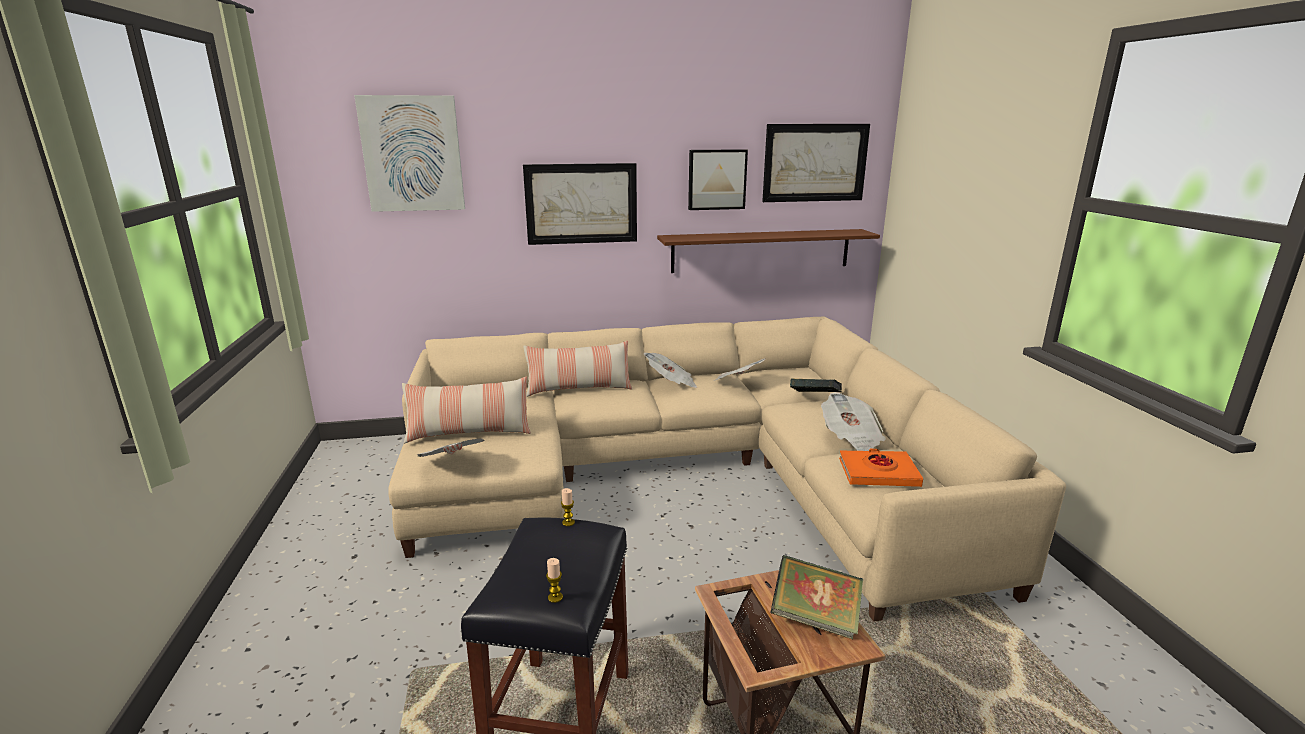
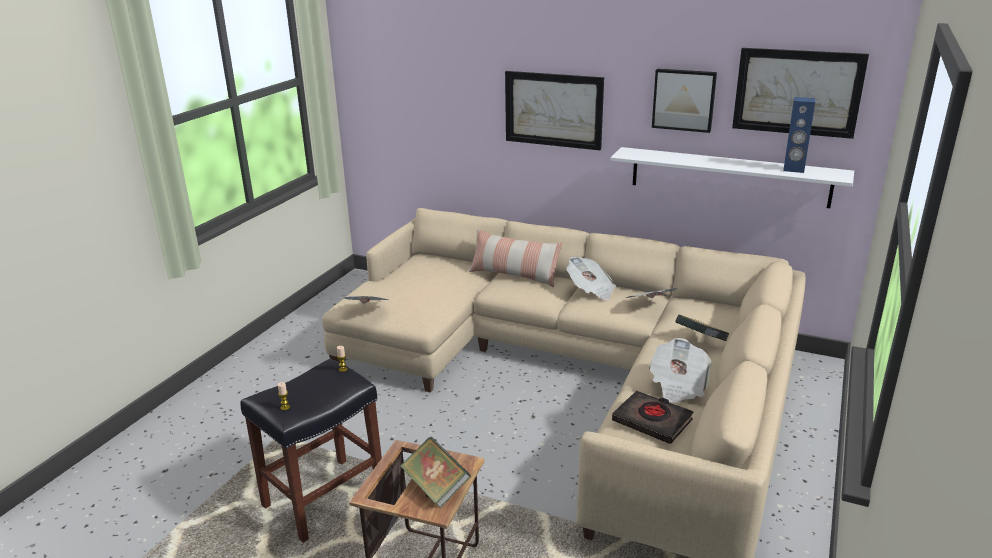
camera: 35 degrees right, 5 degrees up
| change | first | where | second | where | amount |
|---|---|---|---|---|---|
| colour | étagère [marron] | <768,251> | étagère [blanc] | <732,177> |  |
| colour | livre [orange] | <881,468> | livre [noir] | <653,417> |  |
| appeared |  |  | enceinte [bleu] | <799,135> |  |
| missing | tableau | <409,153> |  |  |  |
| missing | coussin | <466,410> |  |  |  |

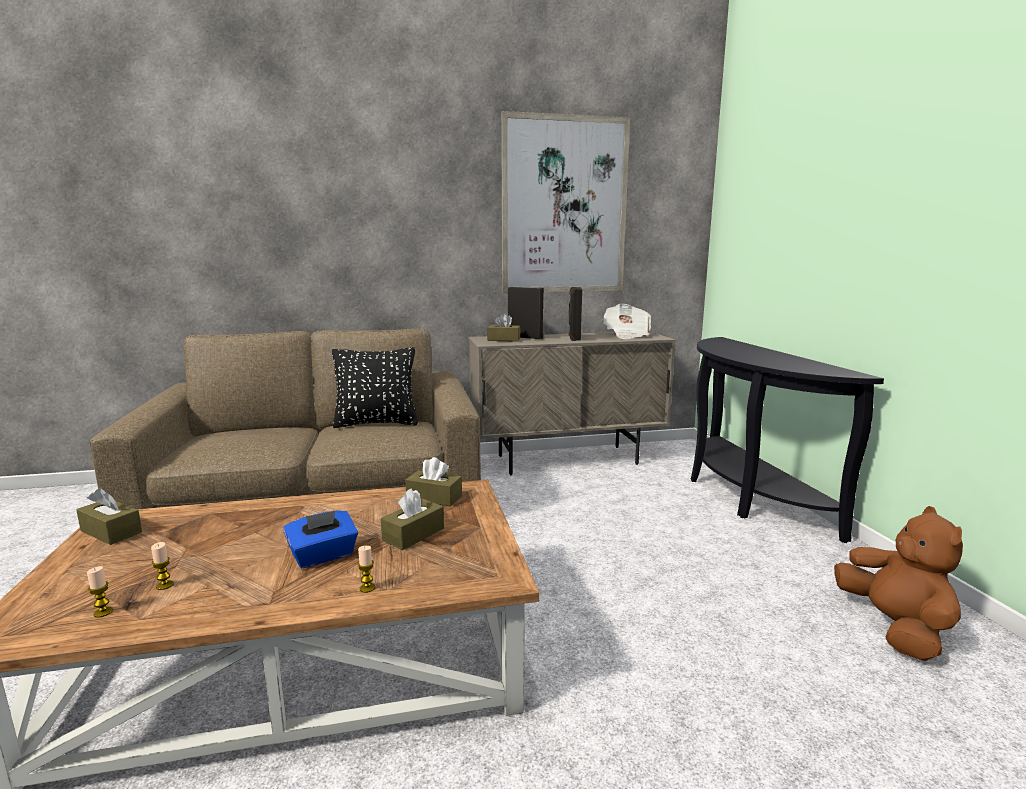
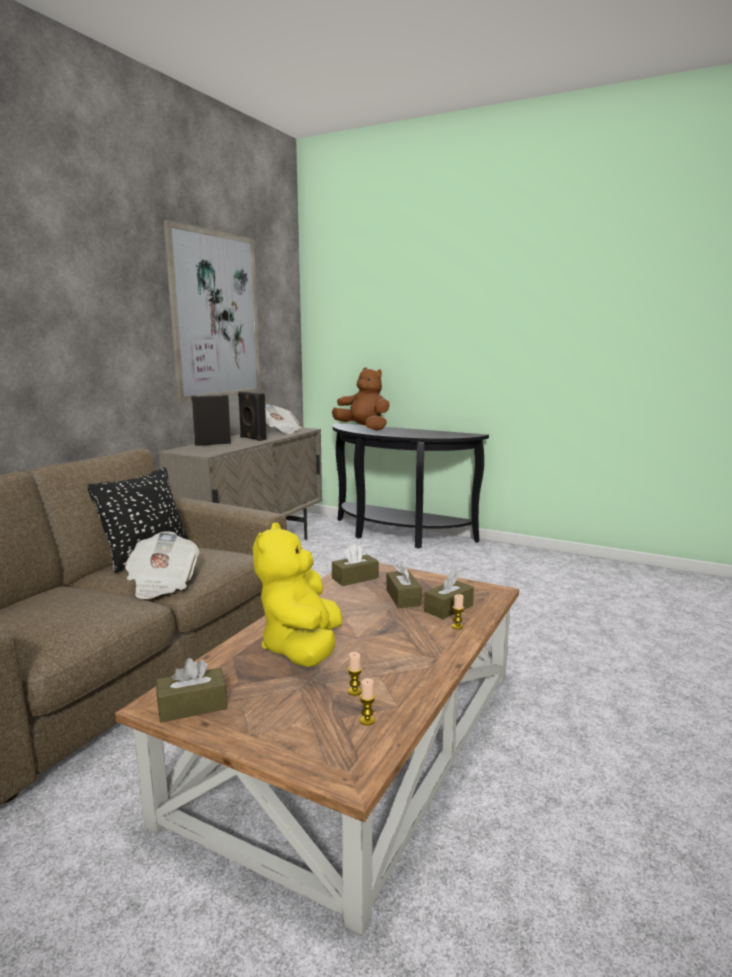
camera: 50 degrees left, 0 degrees up
| change | first | where | second | where | amount |
|---|---|---|---|---|---|
| appeared |  |  | journal | <162,565> |  |
| appeared |  |  | peluche [jaune] | <298,594> |  |
| relocated | peluche [marron] | <898,583> |  | <361,399> |  |
| relocated | boîte à mouchoirs [marron] | <504,327> |  | <449,595> |  |
| missing | boîte à mouchoirs [bleu] | <320,539> |  |  |  |

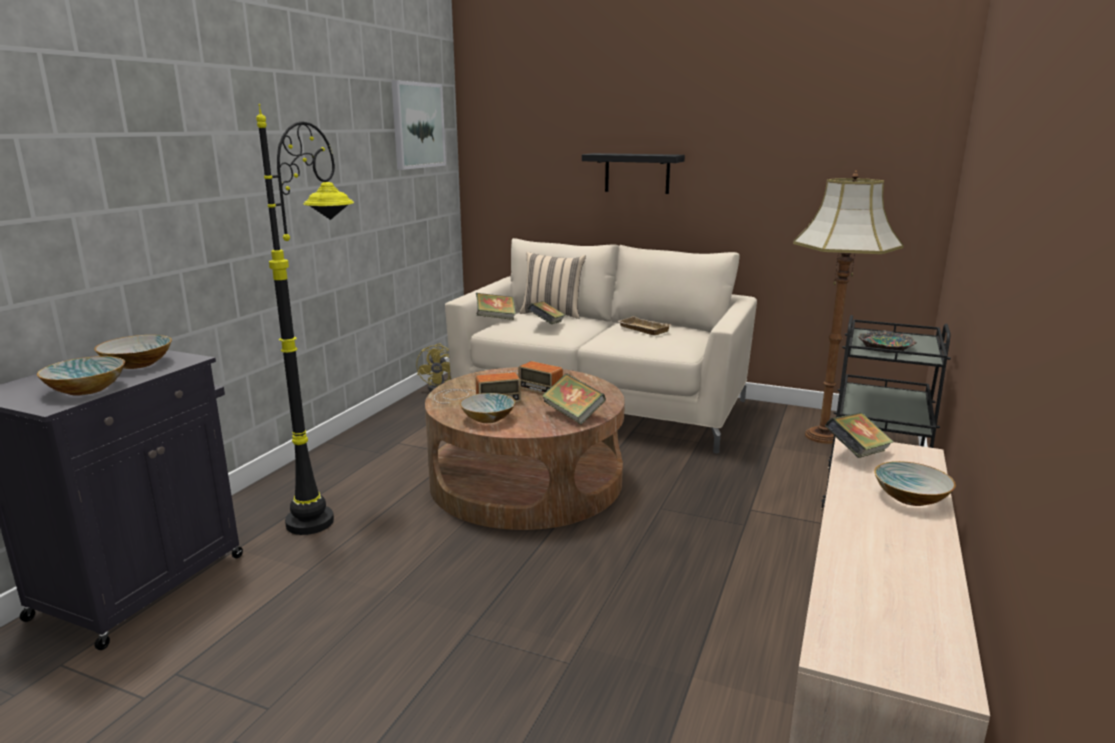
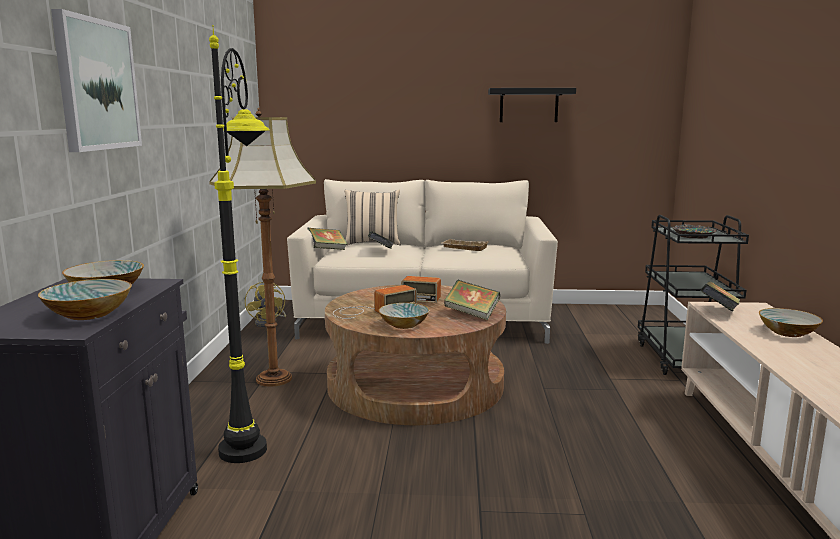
camera: 20 degrees left, 5 degrees down
| change | first | where | second | where | amount |
|---|---|---|---|---|---|
| relocated | tableau | <418,125> |  | <96,80> |  |
| relocated | lampadaire | <848,307> |  | <262,247> |  |
| relocated | étagère [noir] | <633,173> |  | <532,105> |  |

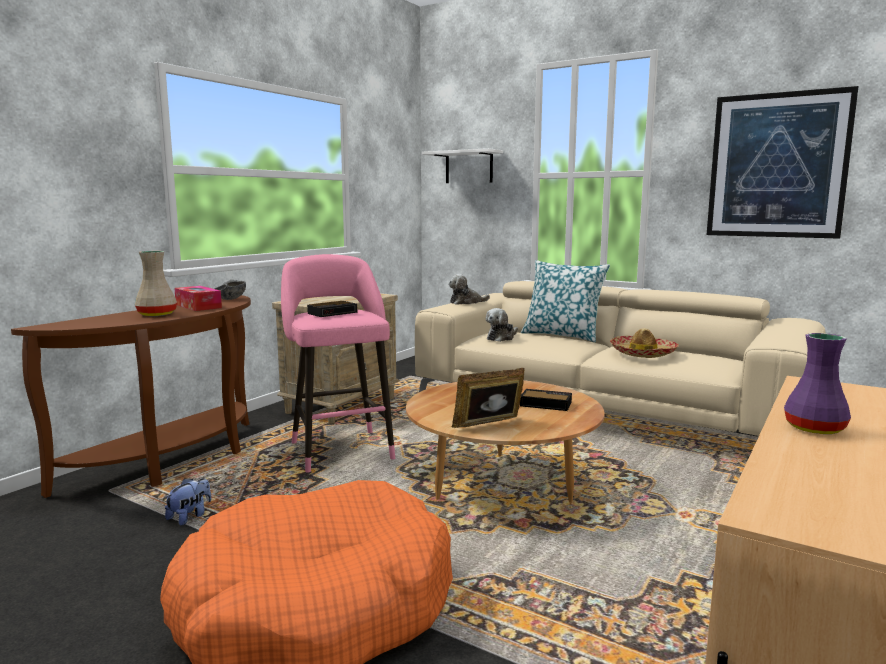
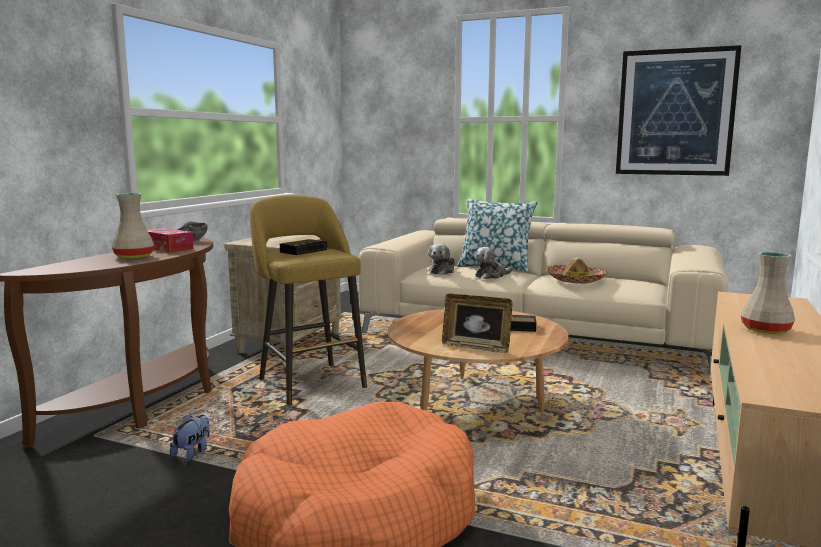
camera: 10 degrees left, 0 degrees up
| change | first | where | second | where | amount |
|---|---|---|---|---|---|
| colour | tabouret [rose] | <338,363> | tabouret [jaune] | <308,300> |  |
| spun | cadre photo | <488,398> |  | <477,323> | 120 degrees counterclockwise |
| relocated | peluche | <469,289> |  | <494,263> |  |
| colour | vase [violet] | <817,383> | vase [beige] | <768,293> |  |
| missing | étagère [blanc] | <462,165> |  |  |  |

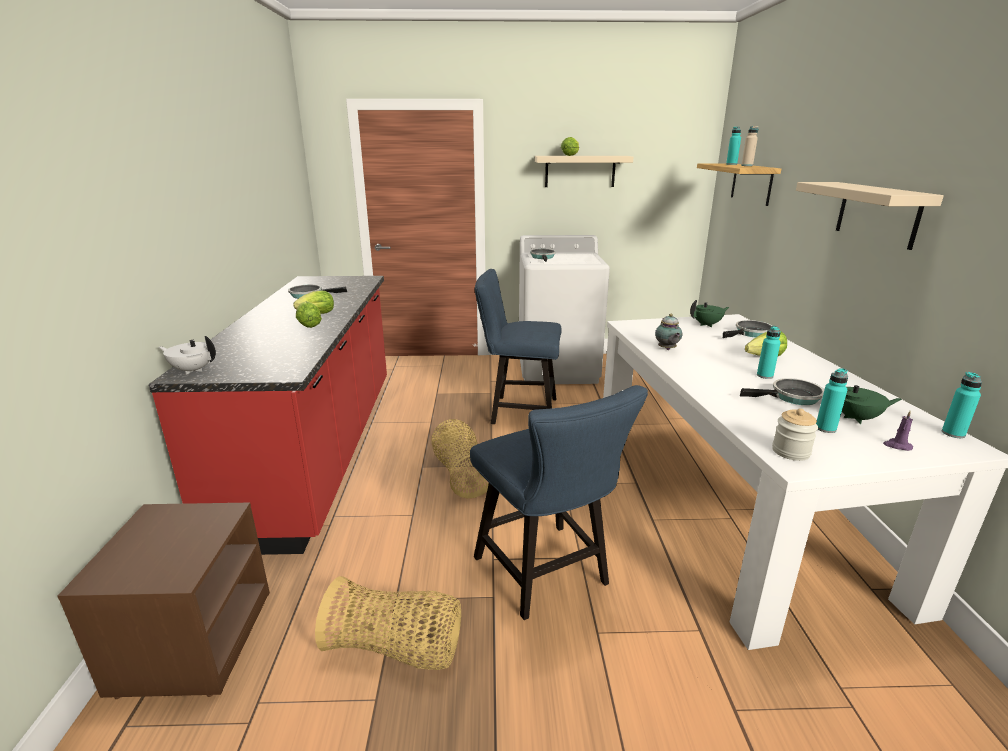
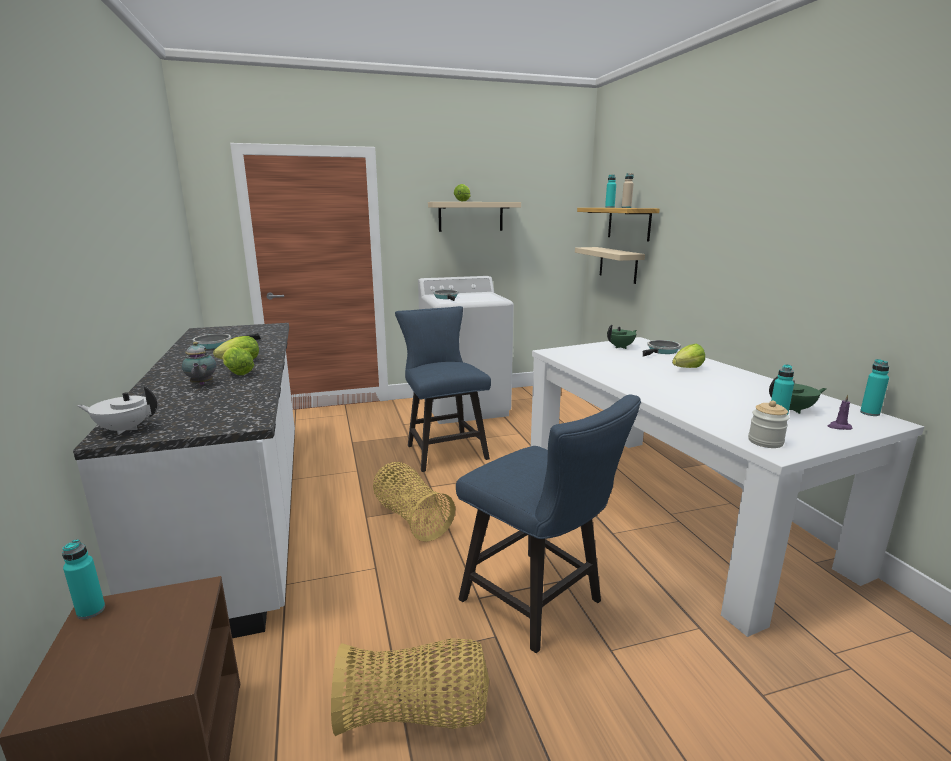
camera: 15 degrees left, 5 degrees down
| change | first | where | second | where | amount |
|---|---|---|---|---|---|
| relocated | bouteille [turquoise] | <769,352> |  | <83,579> |  |
| colour | comptoir de cuisine [rouge] | <268,415> | comptoir de cuisine [blanc] | <184,480> |  |
| relocated | théière | <668,332> |  | <199,363> |  |
| spun | chaise [bleu] | <518,346> |  | <443,389> | 75 degrees clockwise |
| relocated | étagère [beige] | <870,216> |  | <610,265> |  |
| missing | poêle | <782,391> |  |  |  |

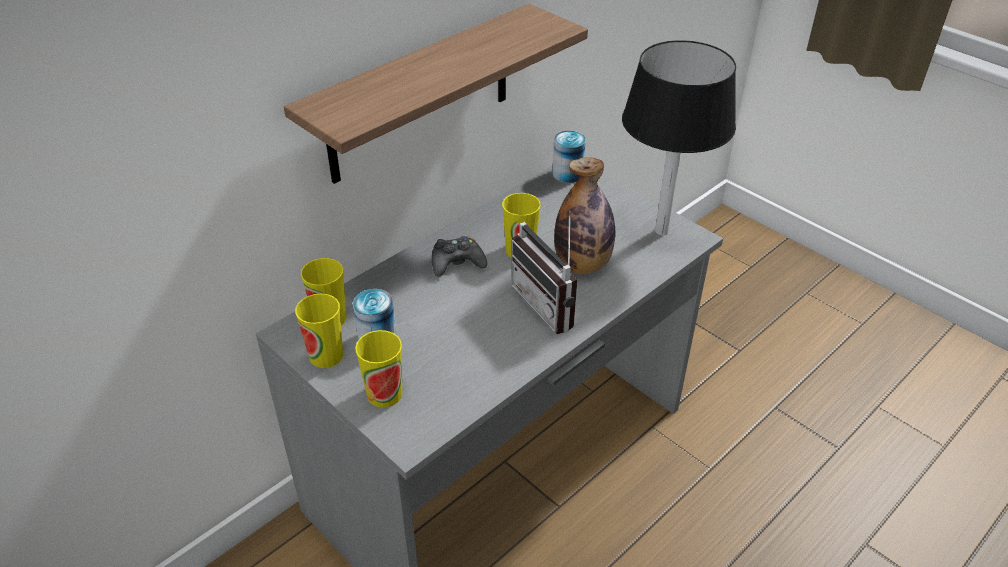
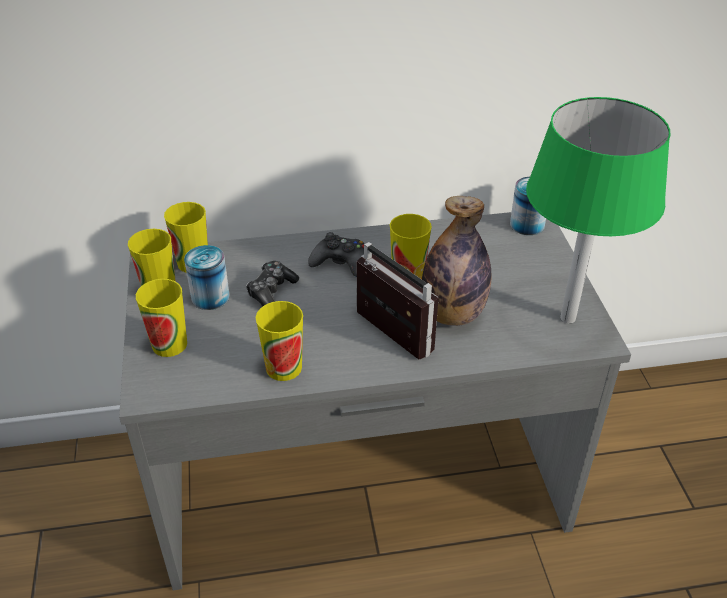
camera: 35 degrees right, 0 degrees up
| change | first | where | second | where | amount |
|---|---|---|---|---|---|
| appeared |  |  | manette | <272,283> |  |
| appeared |  |  | tasse | <279,341> |  |
| spun | radio | <544,272> |  | <398,301> | 135 degrees clockwise |
| colour | lampe de table [noir] | <679,137> | lampe de table [vert] | <598,210> |  |
| missing | étagère | <436,94> |  |  |  |

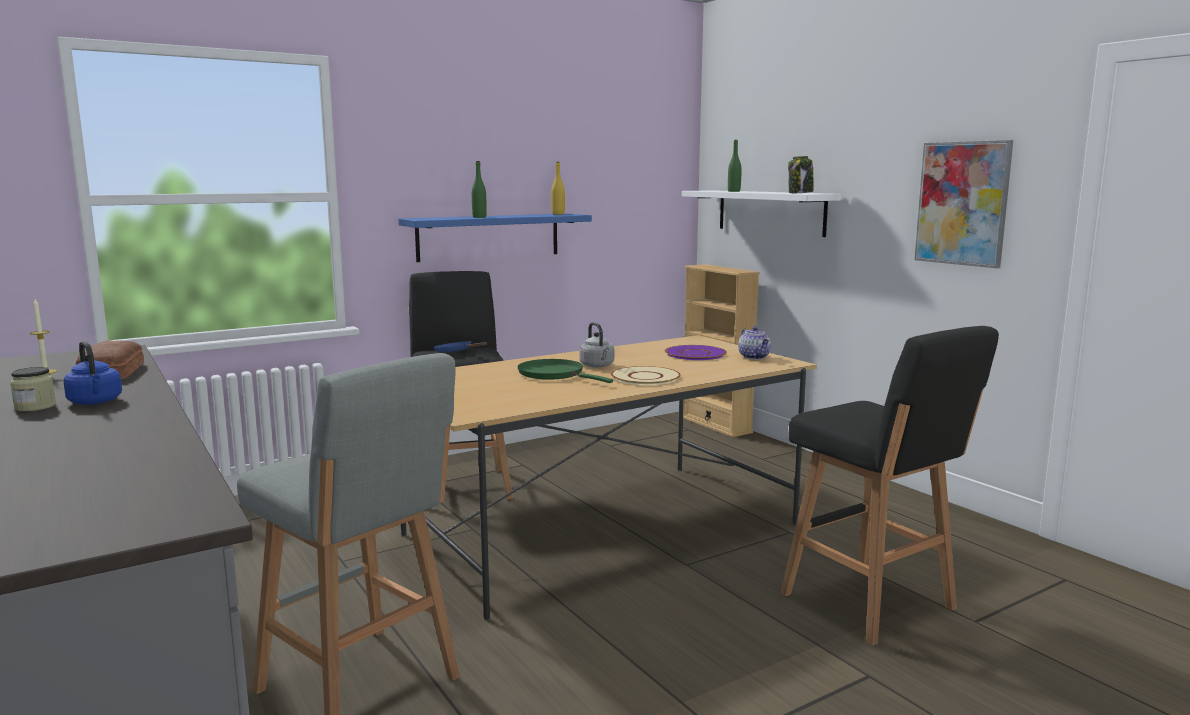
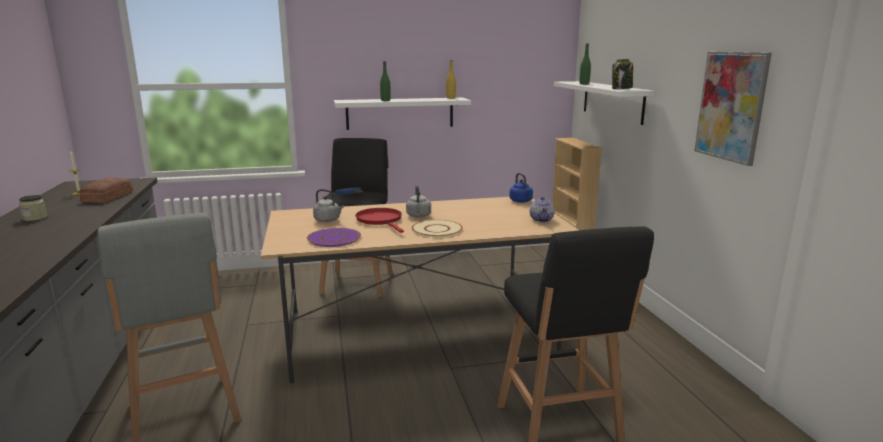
camera: 20 degrees right, 5 degrees up
| change | first | where | second | where | amount |
|---|---|---|---|---|---|
| relocated | assiette [violet] | <696,352> |  | <334,237> |  |
| appeared |  |  | bouilloire [gris] | <328,205> |  |
| colour | étagère [bleu] | <495,237> | étagère [blanc] | <402,114> |  |
| colour | poêle [vert] | <565,371> | poêle [rouge] | <379,220> |  |
| relocated | bouilloire [bleu] | <92,373> |  | <521,188> |  |

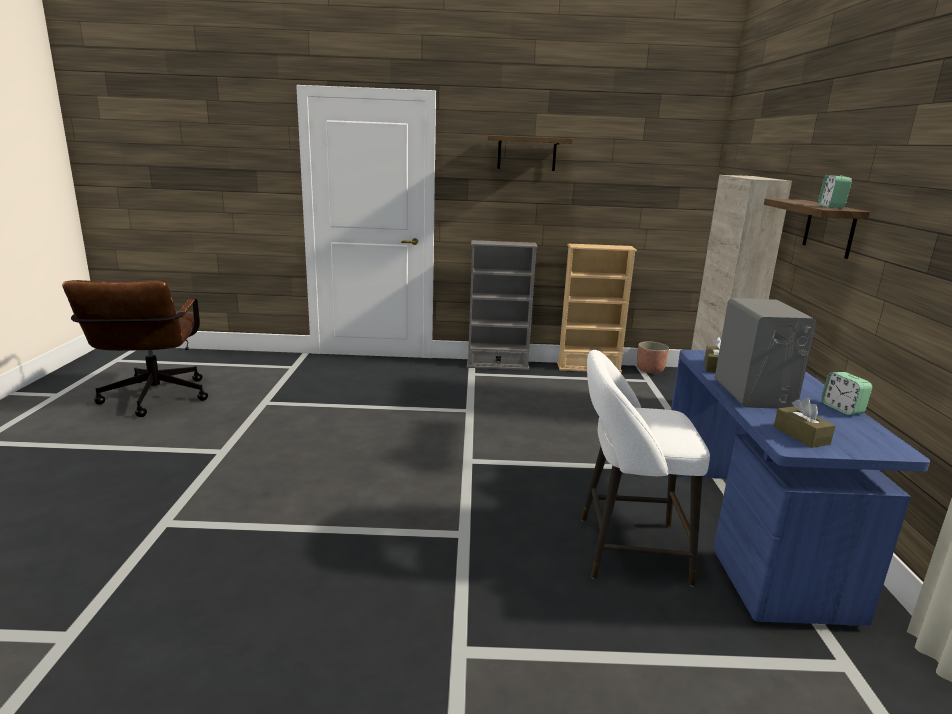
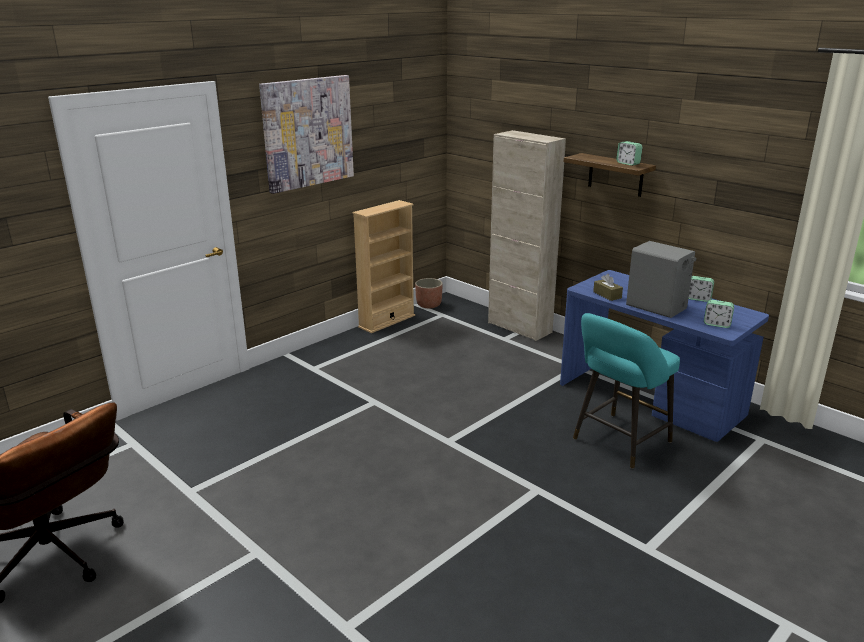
camera: 45 degrees left, 5 degrees up
| change | first | where | second | where | amount |
|---|---|---|---|---|---|
| exchanged | étagère | <530,153> | tableau | <306,134> |  |
| colour | tabouret [blanc] | <645,468> | tabouret [turquoise] | <626,391> |  |
| exchanged | boîte à mouchoirs [marron] | <804,423> | réveil | <719,314> |  |
| missing | bibliothèque [gris] | <502,305> |  |  |  |

